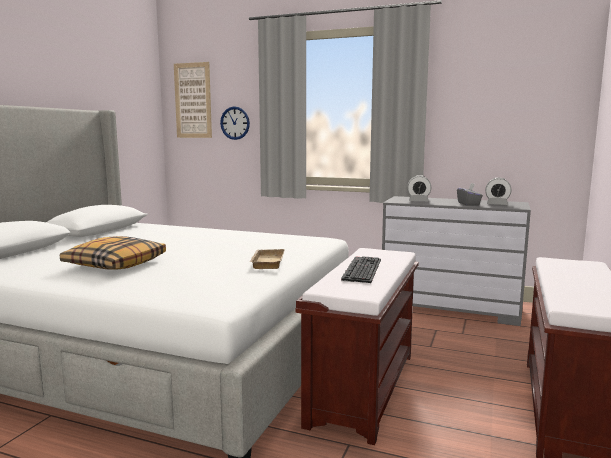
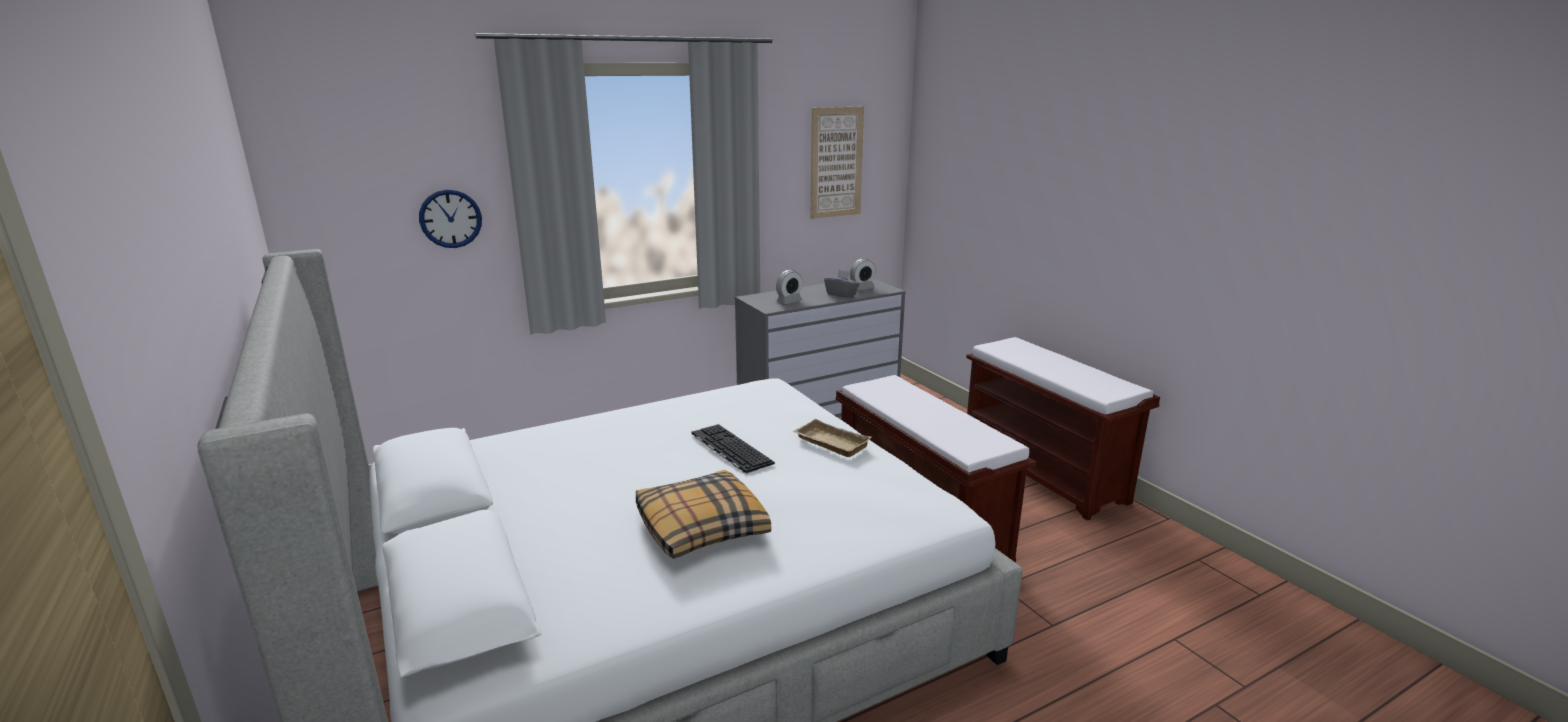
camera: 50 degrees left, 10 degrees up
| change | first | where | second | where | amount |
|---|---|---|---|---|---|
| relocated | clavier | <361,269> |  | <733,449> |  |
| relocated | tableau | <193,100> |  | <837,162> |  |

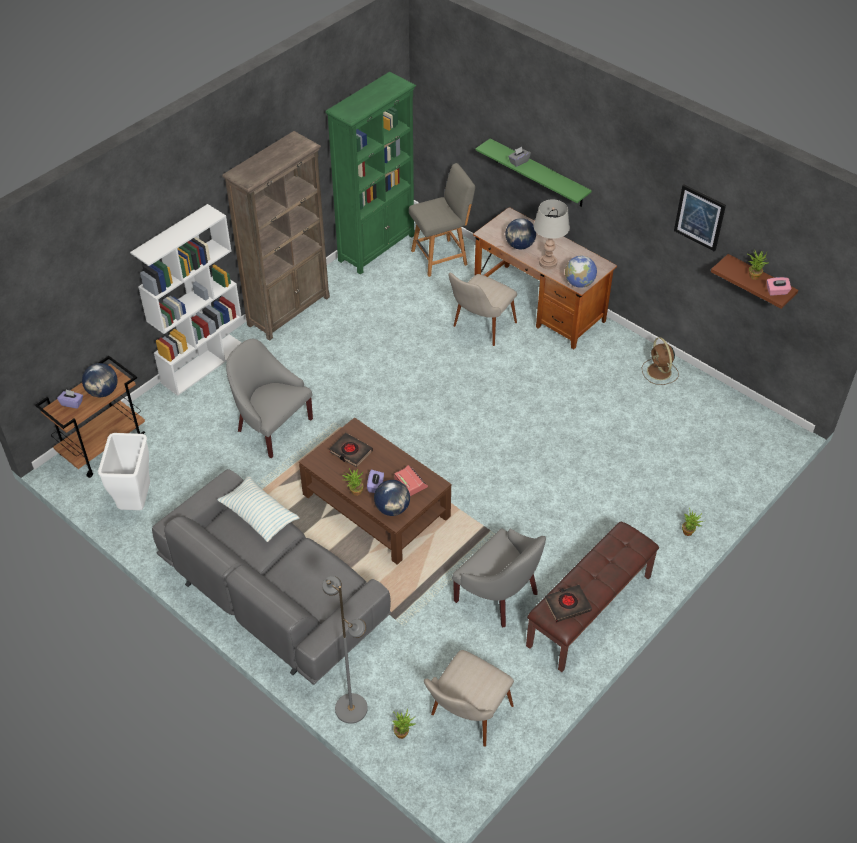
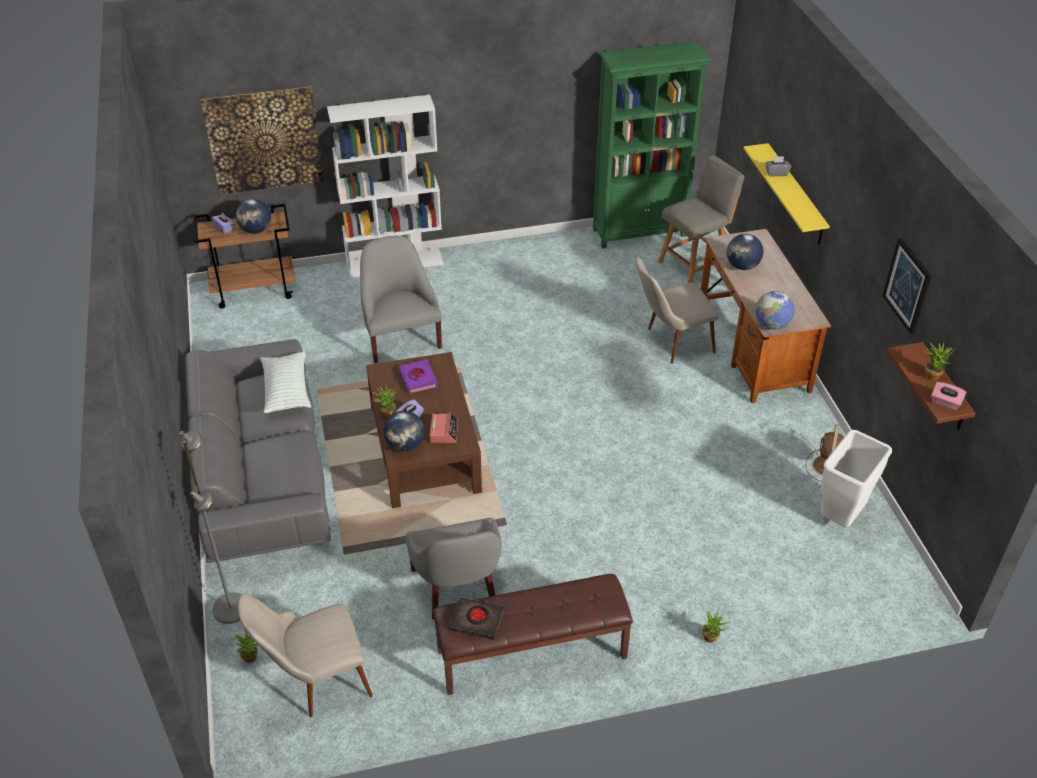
camera: 35 degrees right, 5 degrees down
| change | first | where | second | where | amount |
|---|---|---|---|---|---|
| appeared |  |  | tableau | <262,140> |  |
| colour | livre [noir] | <351,450> | livre [violet] | <418,376> |  |
| spun | chaise [gris] | <442,220> |  | <701,219> | 45 degrees counterclockwise |
| colour | étagère [vert] | <533,172> | étagère [jaune] | <786,194> |  |
| relocated | poubelle [blanc] | <124,471> |  | <856,478> |  |
| missing | bibliothèque [marron] | <276,236> |  |  |  |
| missing | lampe de table [gris] | <552,234> |  |  |  |

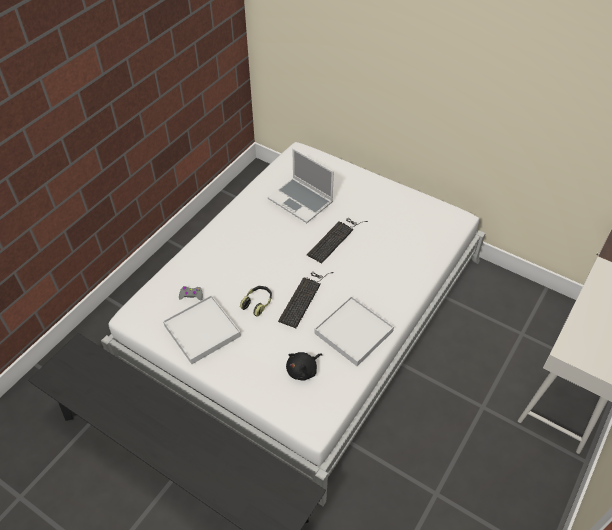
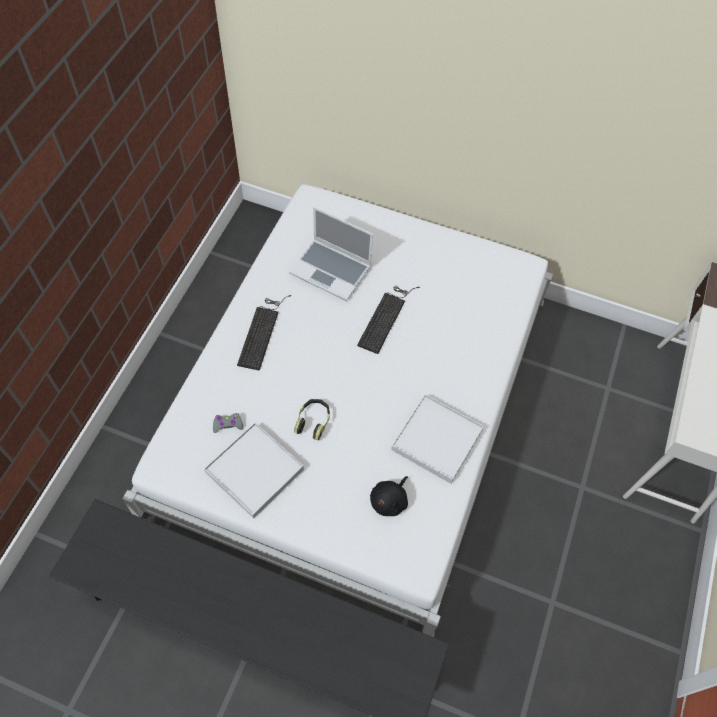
camera: 15 degrees left, 10 degrees up
| change | first | where | second | where | amount |
|---|---|---|---|---|---|
| relocated | clavier | <306,300> |  | <264,333> |  |

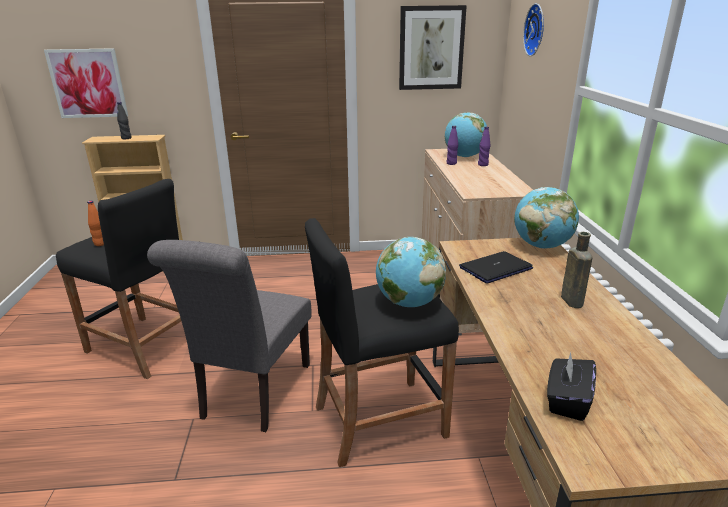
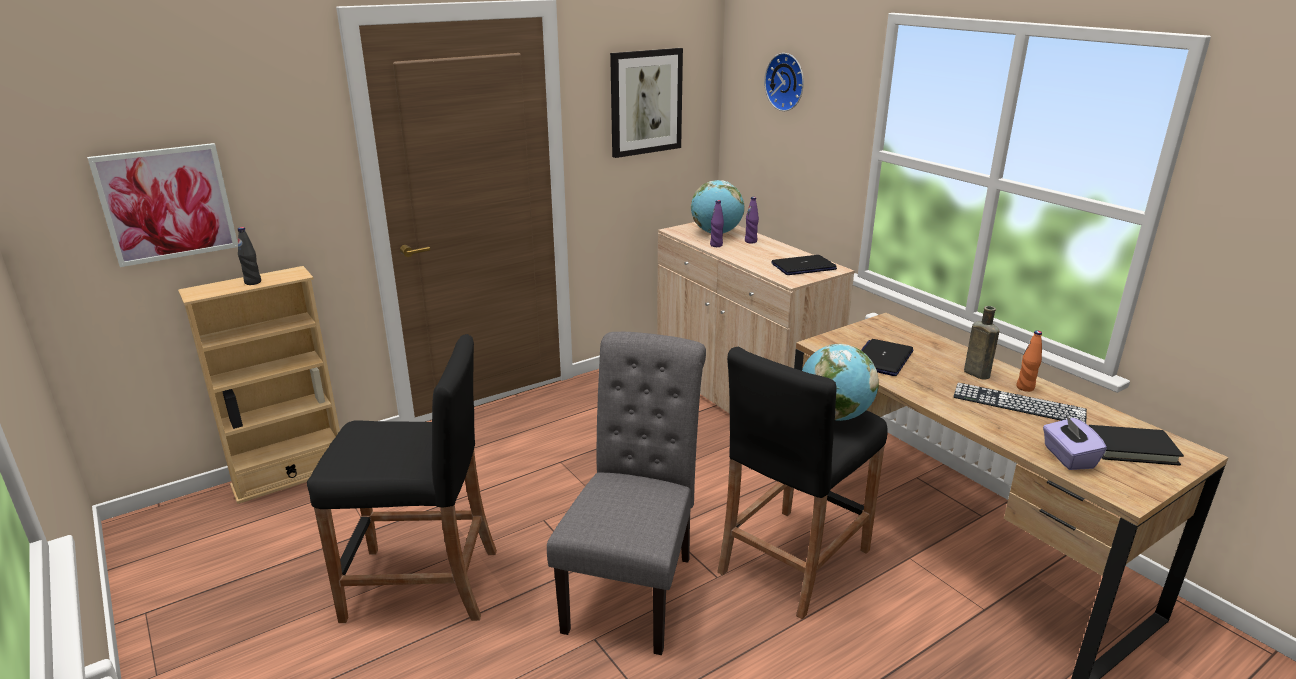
camera: 30 degrees left, 0 degrees up
| change | first | where | second | where | amount |
|---|---|---|---|---|---|
| spun | chaise [gris] | <229,336> |  | <626,493> | 150 degrees counterclockwise |
| appeared |  |  | ordinateur portable | <804,265> |  |
| appeared |  |  | clavier | <1020,403> |  |
| relocated | bouteille [orange] | <95,223> |  | <1029,361> |  |
| colour | boîte à mouchoirs [noir] | <571,386> | boîte à mouchoirs [violet] | <1075,442> |  |
| appeared |  |  | livre [noir] | <1136,445> |  |
| missing | globe | <546,218> |  |  |  |

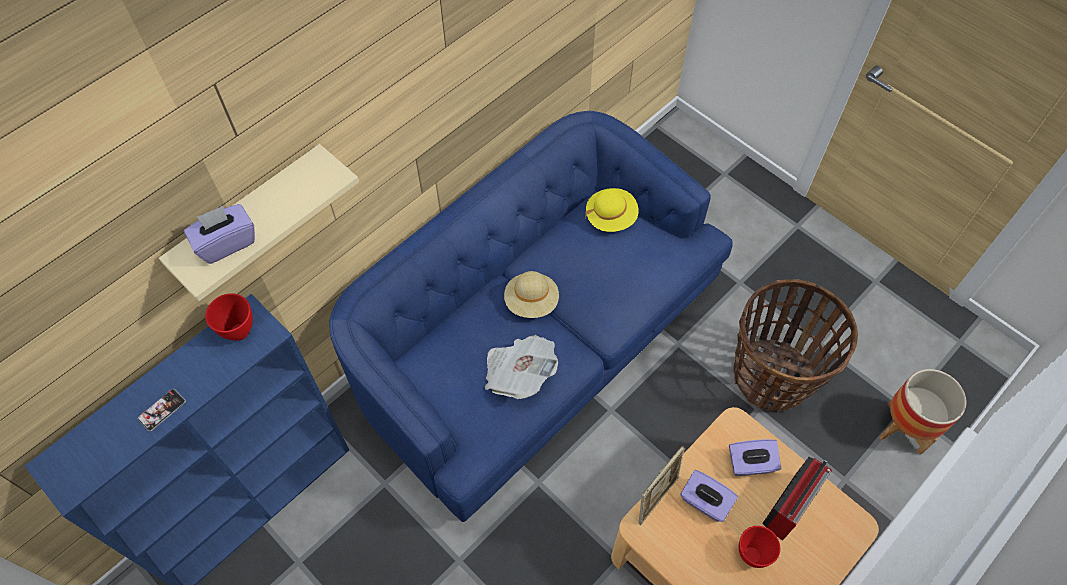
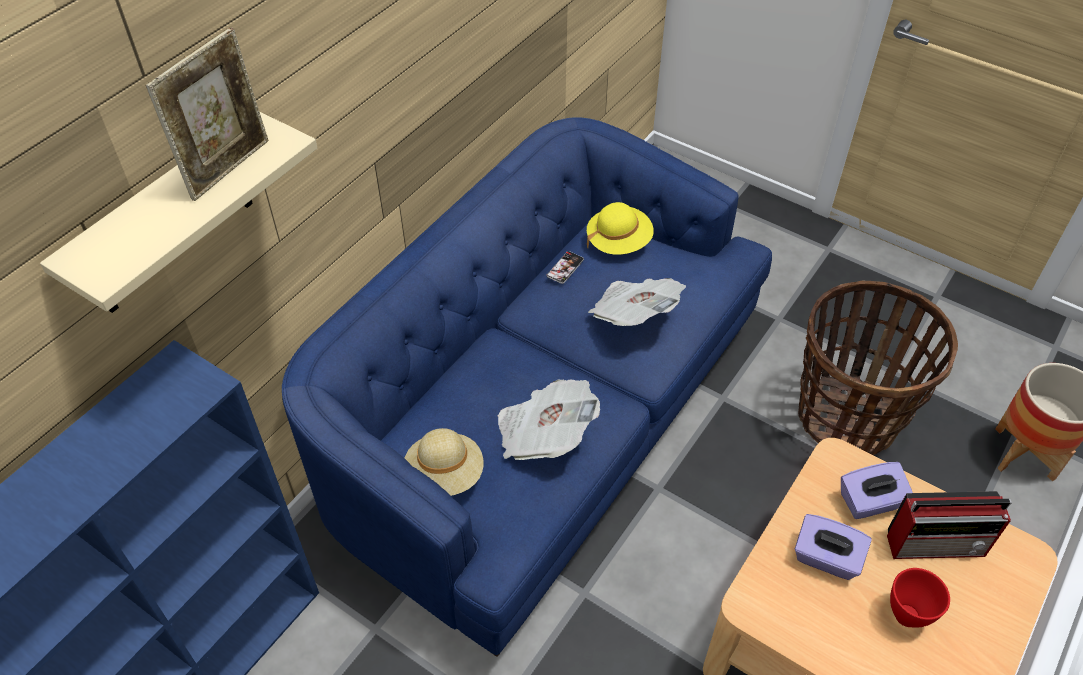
camera: 10 degrees left, 10 degrees down
| change | first | where | second | where | amount |
|---|---|---|---|---|---|
| relocated | cadre photo | <662,485> |  | <207,114> |  |
| relocated | chapeau [beige] | <531,294> |  | <444,462> |  |
| relocated | téléphone | <162,410> |  | <565,267> |  |
| appeared |  |  | journal | <637,302> |  |
| spun | radio | <797,499> |  | <949,525> | 60 degrees clockwise |
| missing | boîte à mouchoirs [violet] | <219,234> |  |  |  |
| missing | bol [rouge] | <229,317> |  |  |  |

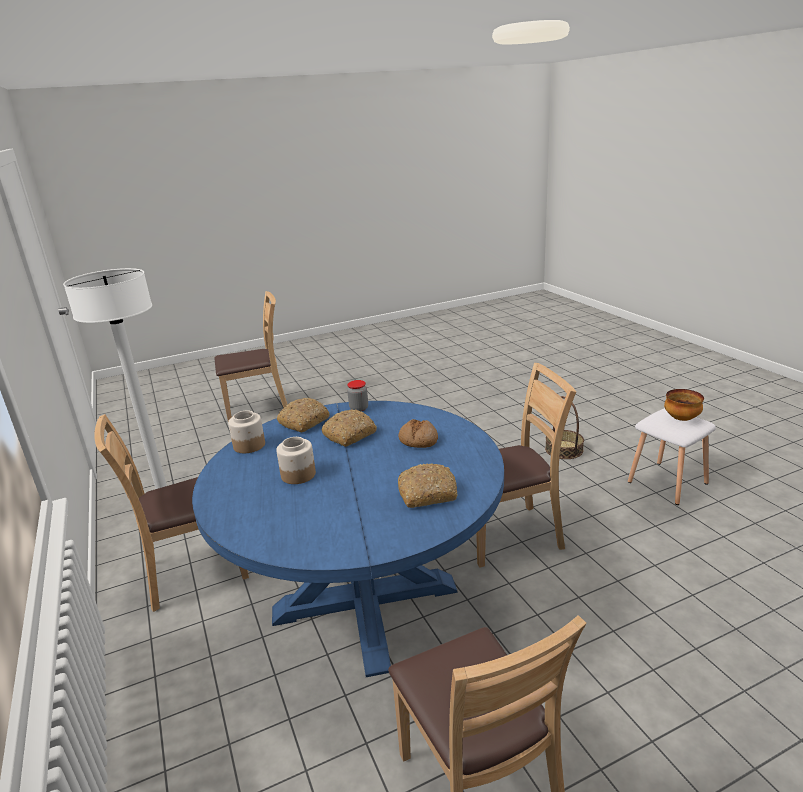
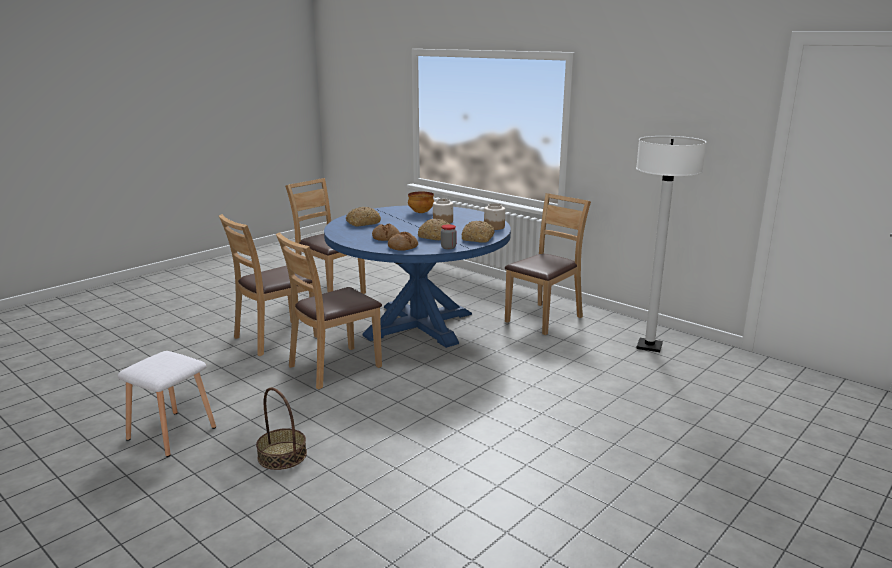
camera: 155 degrees right, 5 degrees down
| change | first | where | second | where | amount |
|---|---|---|---|---|---|
| relocated | chaise [marron] | <251,356> |  | <268,285> |  |
| appeared |  |  | pain | <403,241> |  |
| relocated | bol | <684,405> |  | <421,202> |  |

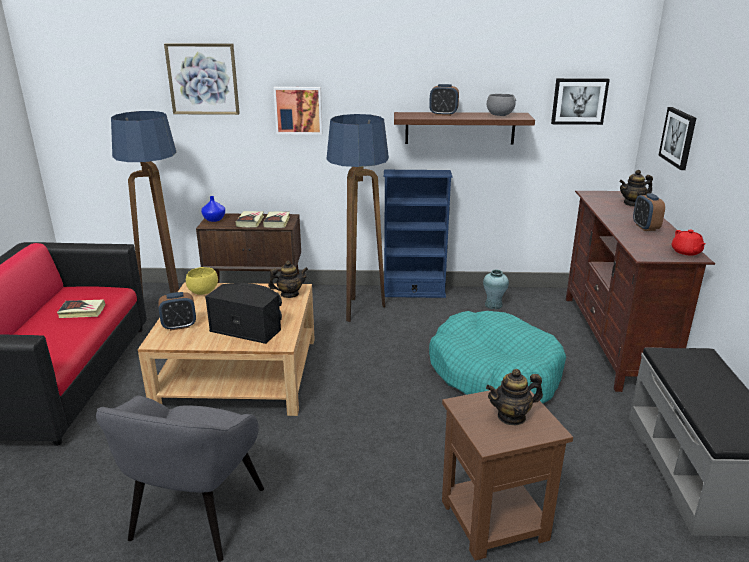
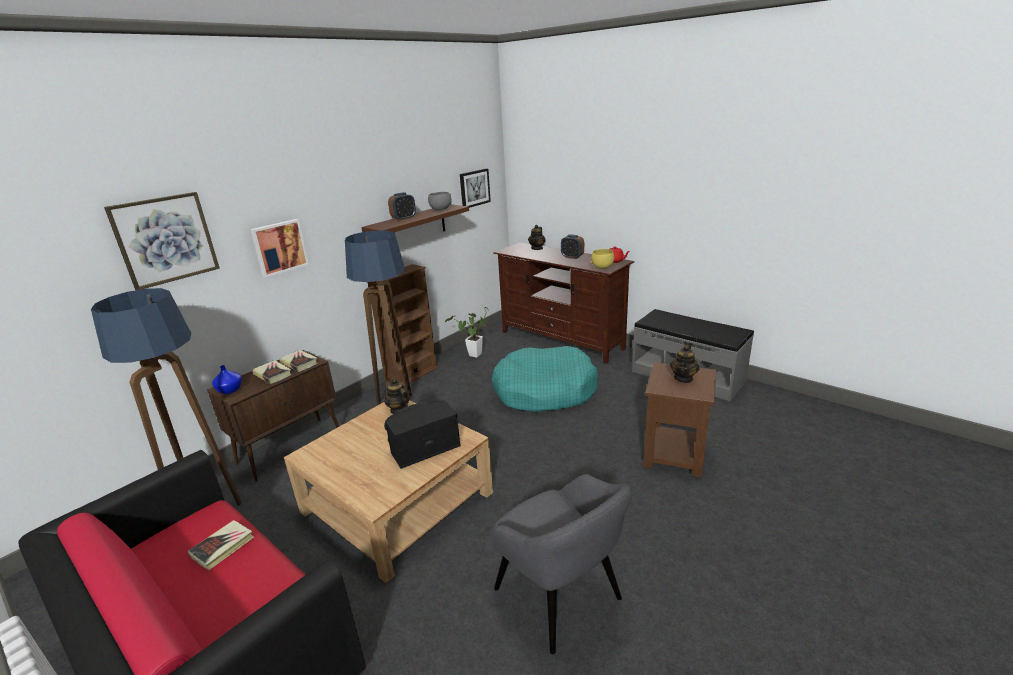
camera: 50 degrees left, 0 degrees up
| change | first | where | second | where | amount |
|---|---|---|---|---|---|
| colour | bibliothèque [bleu] | <418,234> | bibliothèque [marron] | <403,325> |  |
| spun | théière | <288,279> |  | <397,396> | 60 degrees counterclockwise |
| exchanged | vase [turquoise] | <496,289> | plante en pot | <467,332> |  |
| relocated | bol [jaune] | <202,281> |  | <602,259> |  |
| missing | réveil | <177,311> |  |  |  |
| missing | tableau | <677,138> |  |  |  |

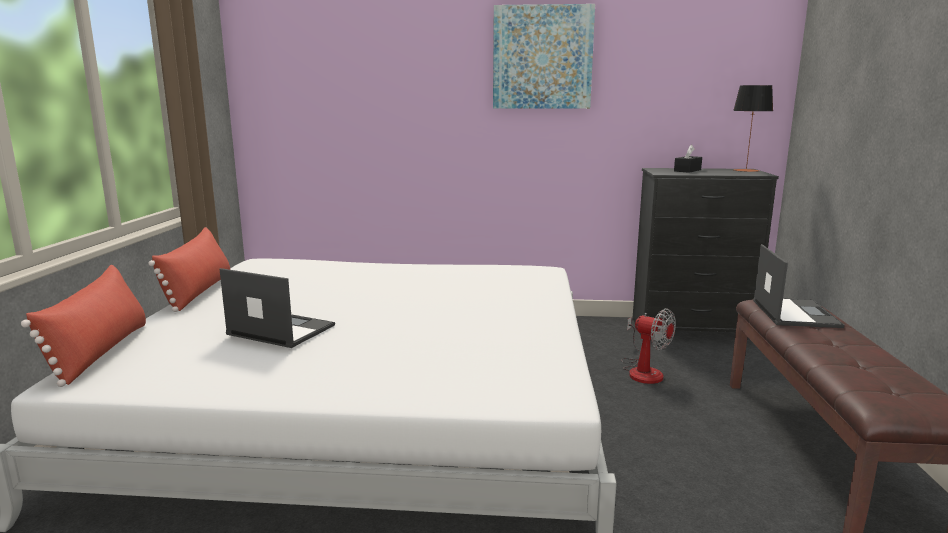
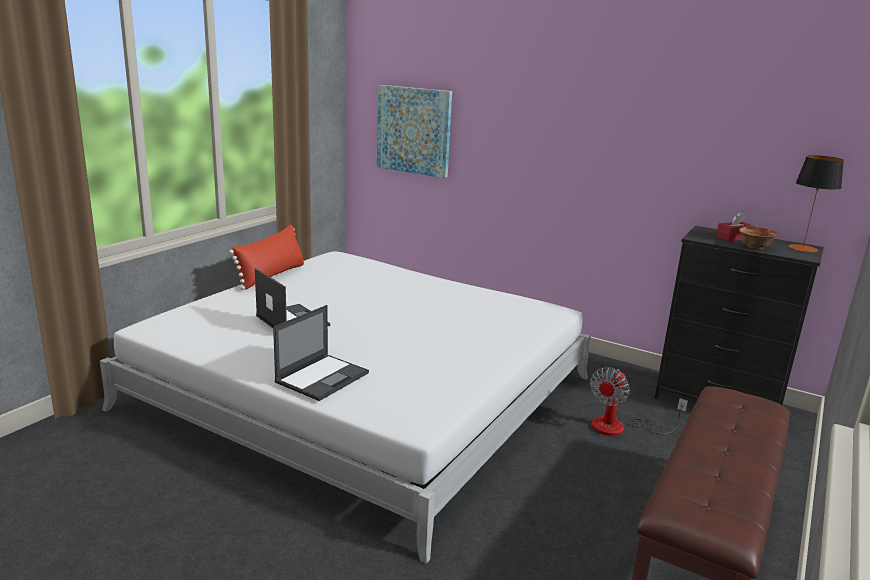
camera: 25 degrees right, 5 degrees up
| change | first | where | second | where | amount |
|---|---|---|---|---|---|
| relocated | ordinateur portable | <799,286> |  | <321,353> |  |
| relocated | tableau | <544,56> |  | <414,131> |  |
| spun | ventilateur | <648,346> |  | <639,401> | 60 degrees clockwise |
| colour | boîte à mouchoirs [noir] | <688,159> | boîte à mouchoirs [rouge] | <735,226> |  |
| appeared |  |  | bol | <758,238> |  |
| missing | coussin [rouge] | <83,326> |  |  |  |

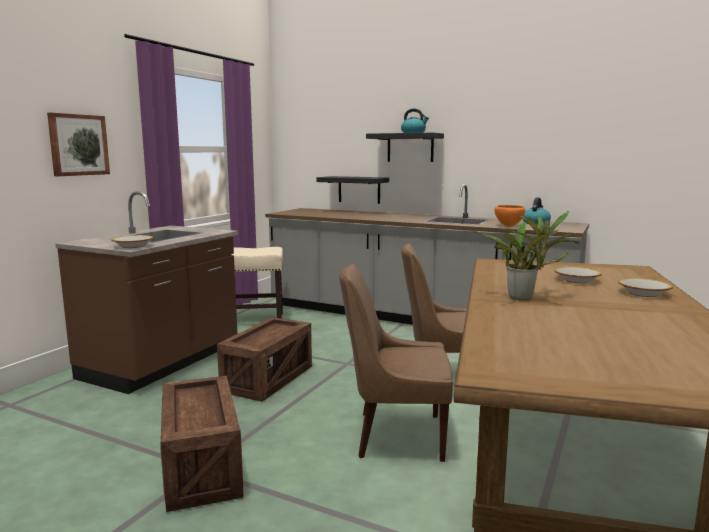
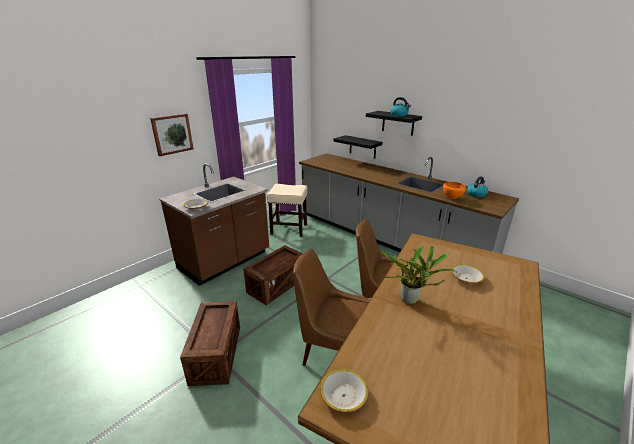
camera: 15 degrees right, 15 degrees up
| change | first | where | second | where | amount |
|---|---|---|---|---|---|
| relocated | bol | <645,287> |  | <344,391> |  |

